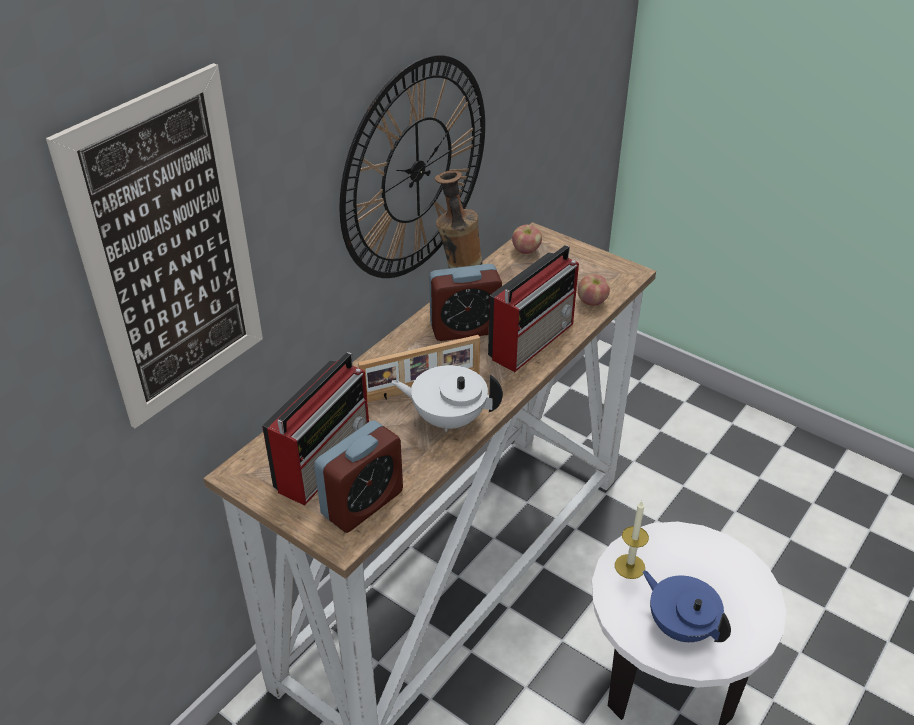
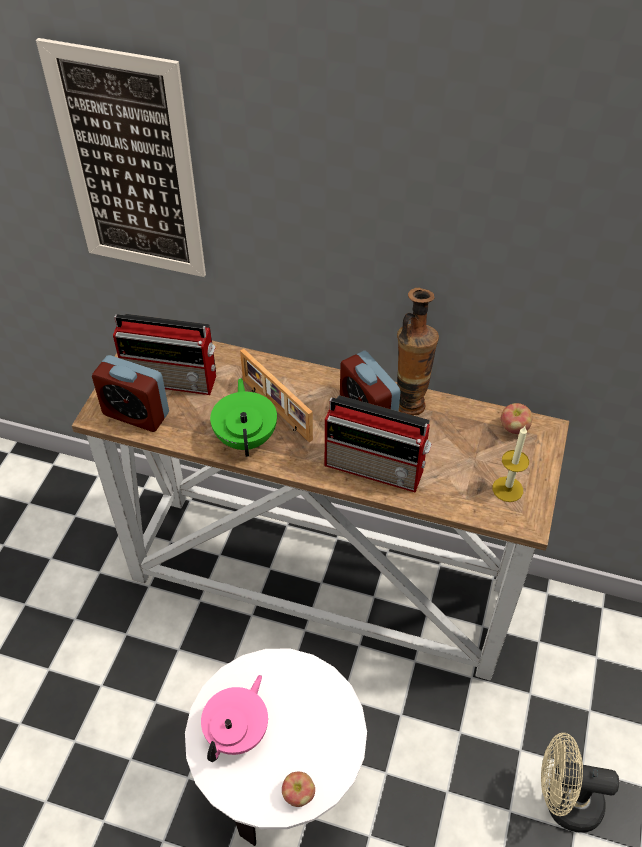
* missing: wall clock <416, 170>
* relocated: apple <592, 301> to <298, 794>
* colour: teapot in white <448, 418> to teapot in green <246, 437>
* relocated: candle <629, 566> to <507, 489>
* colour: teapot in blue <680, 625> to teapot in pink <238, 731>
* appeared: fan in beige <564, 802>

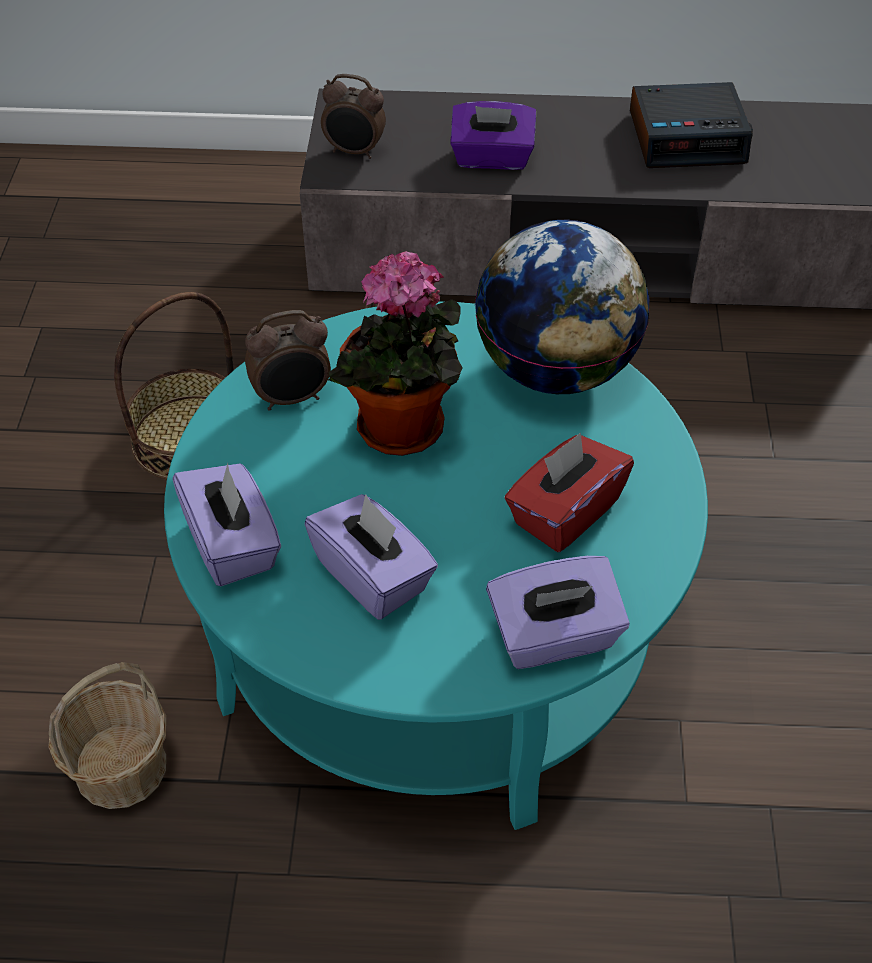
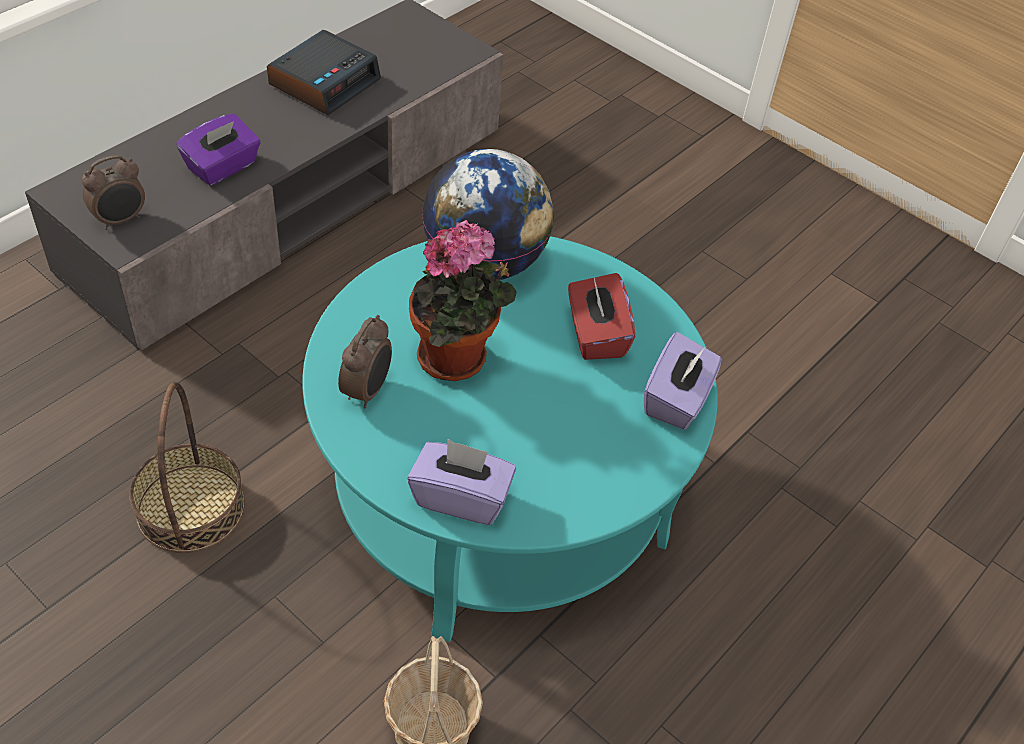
* missing: tissue box in purple <373, 576>

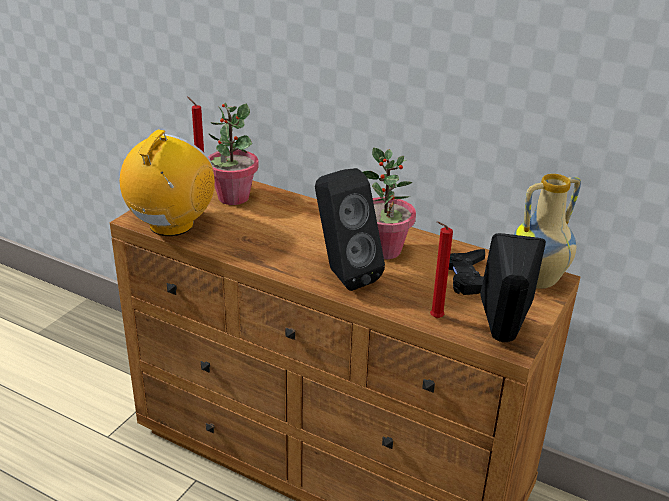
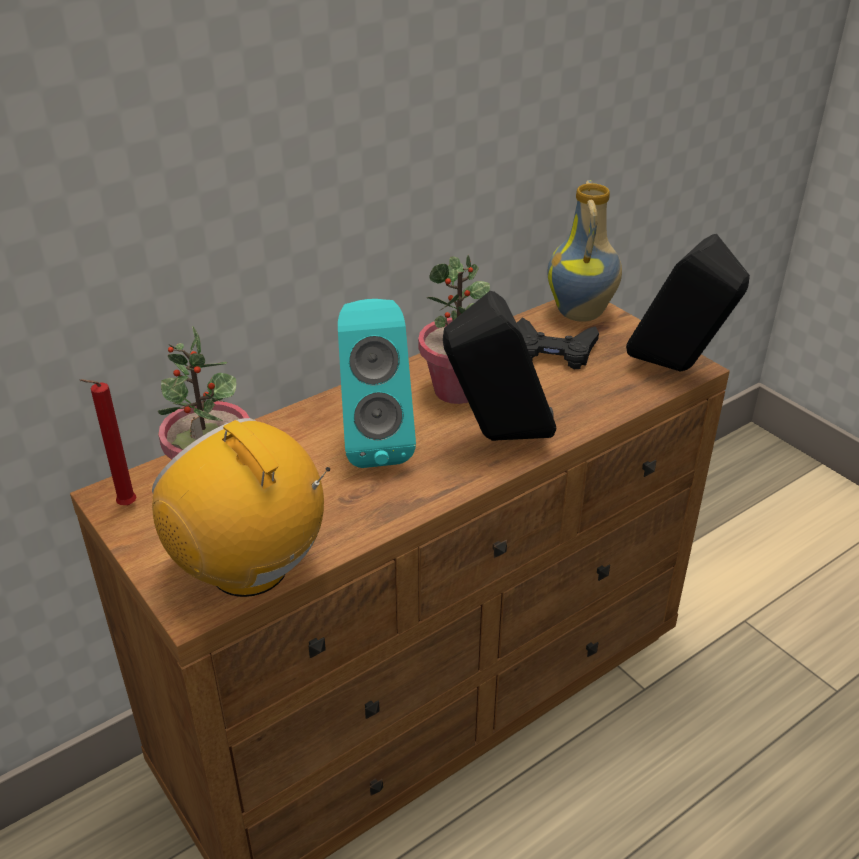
* missing: candle in red <434, 318>
* appeared: speaker in turquoise <375, 443>

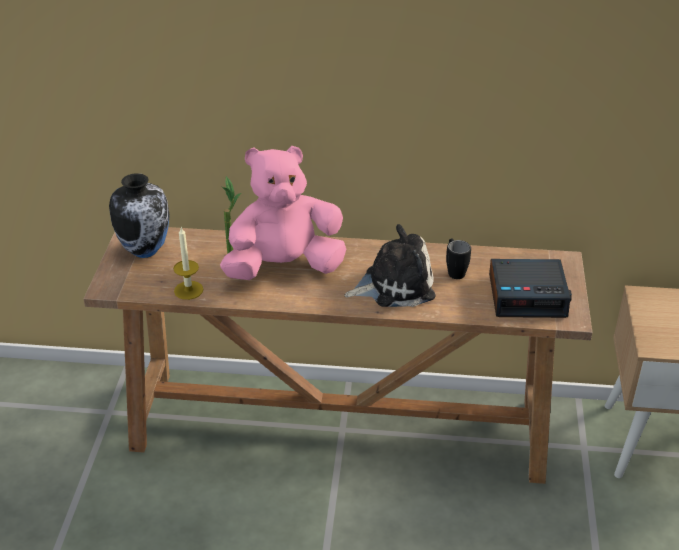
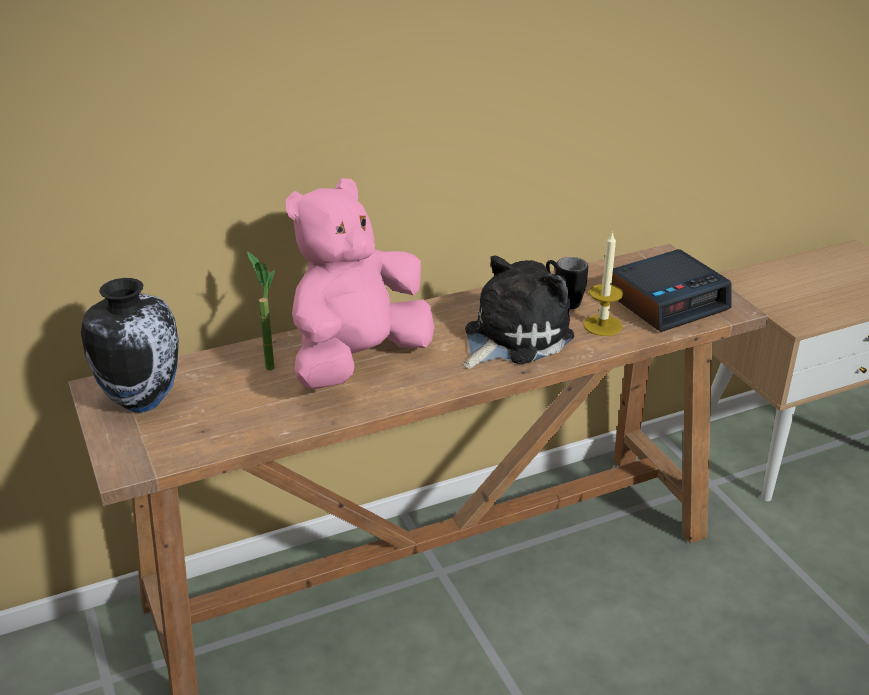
* relocated: candle <188, 290> to <602, 325>

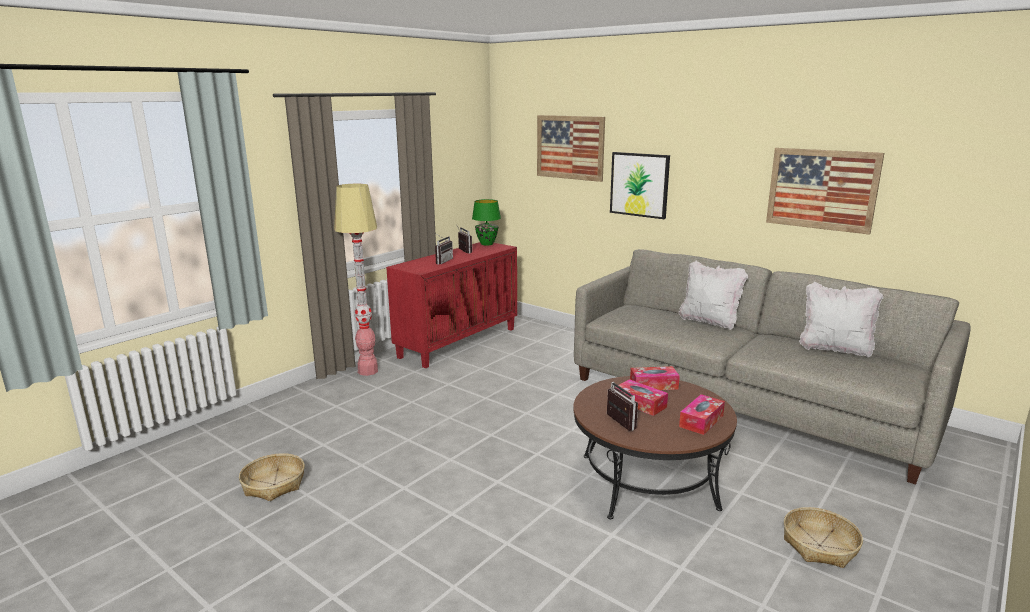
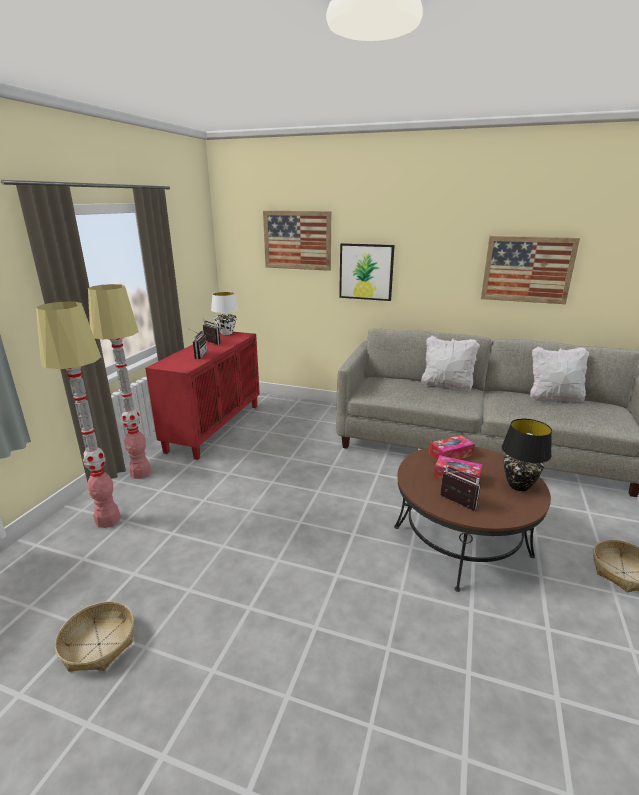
* colour: table lamp in green <486, 244> to table lamp in white <226, 333>
* exchanged: tissue box <701, 421> to table lamp in black <518, 486>
* appeared: floor lamp <108, 520>

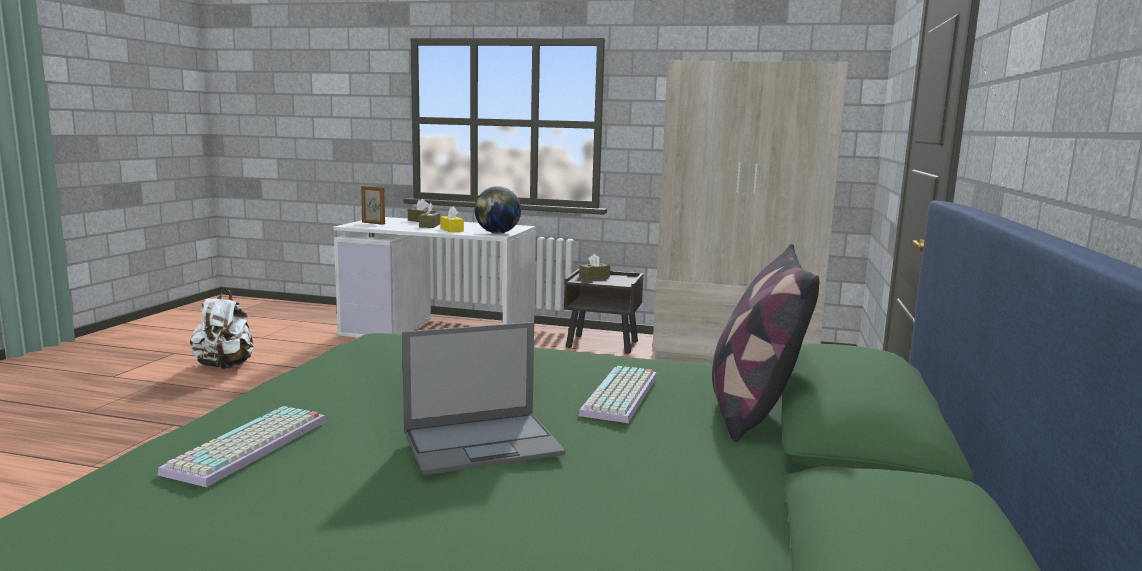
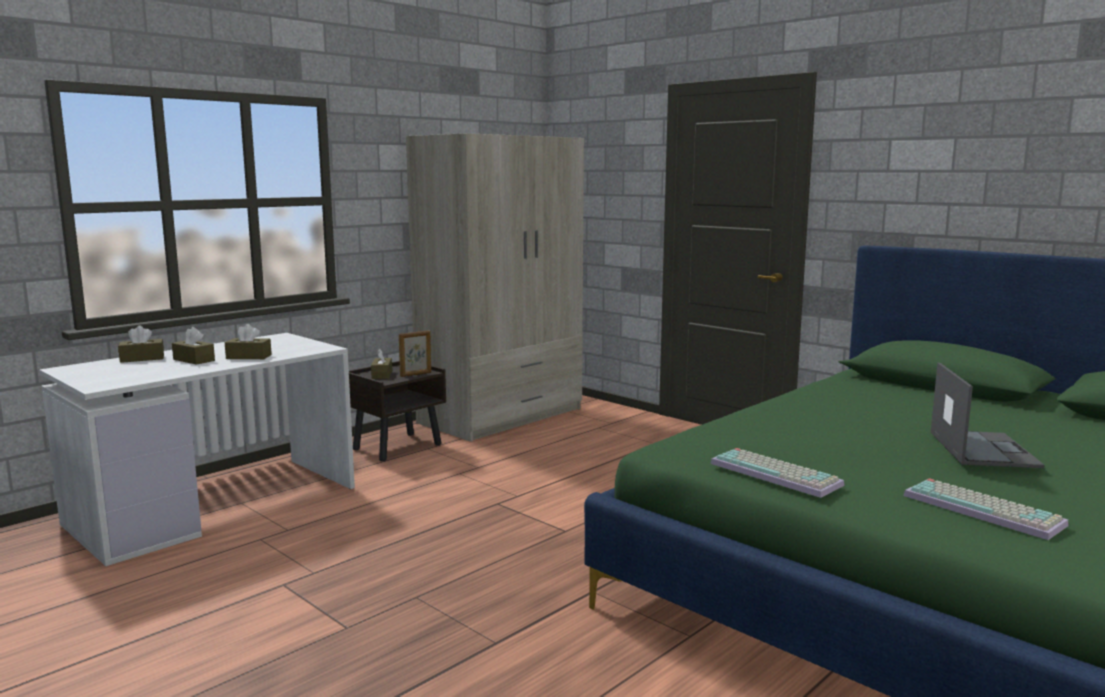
* relocated: picture frame <373, 223> to <416, 374>
* missing: globe <497, 233>
* colour: tissue box in yellow <451, 230> to tissue box in brown <249, 357>
* missing: pillow <752, 410>
* missing: backpack in white <225, 367>
* relocated: keyboard <622, 396> to <777, 474>

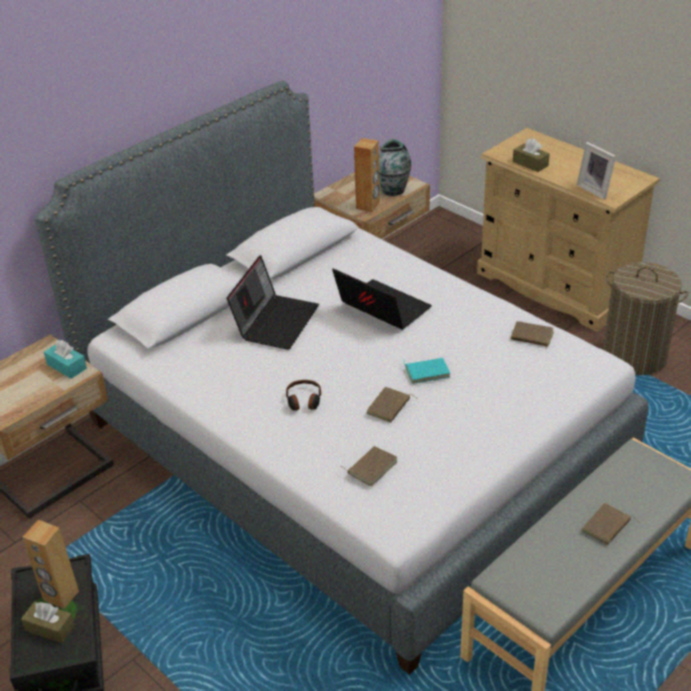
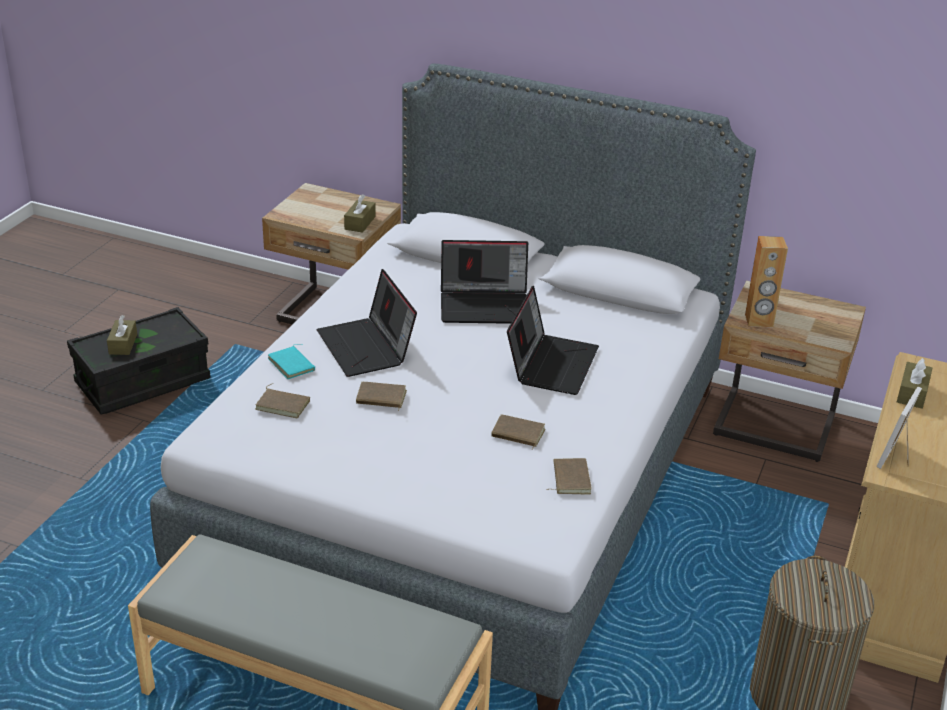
* missing: vase <393, 190>
* colour: tissue box in turquoise <66, 366> to tissue box in brown <360, 223>
* relocated: book in turquoise <427, 371> to <293, 364>
* exchanged: headphones <304, 401> to laptop <367, 348>
* relocated: book in brown <607, 526> to <517, 434>
* missing: speaker in brown <60, 596>

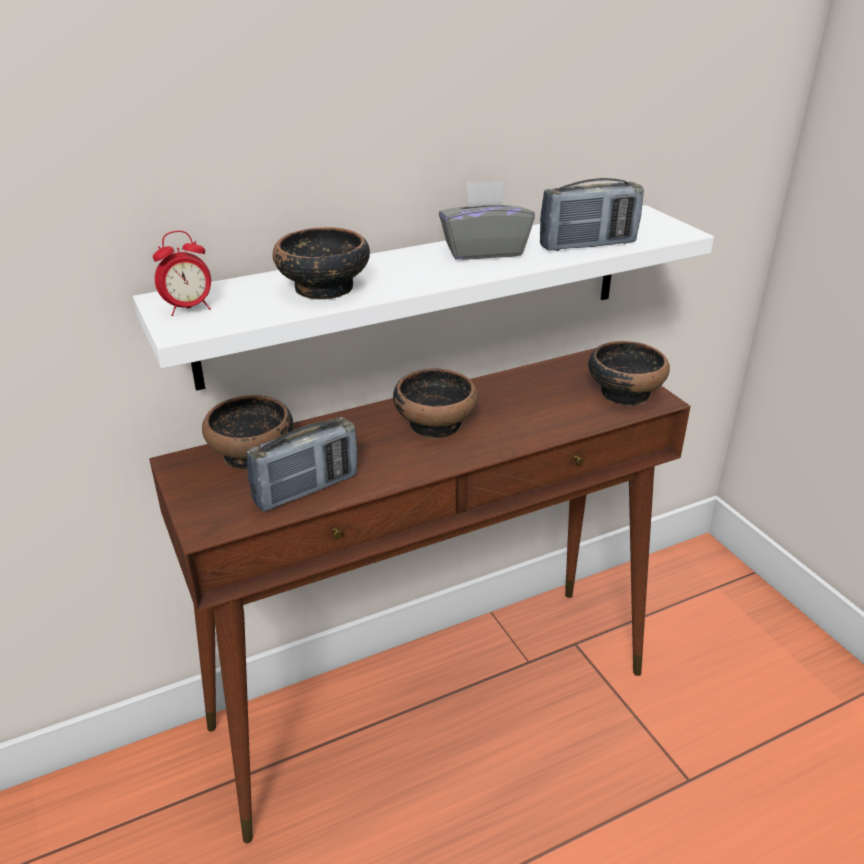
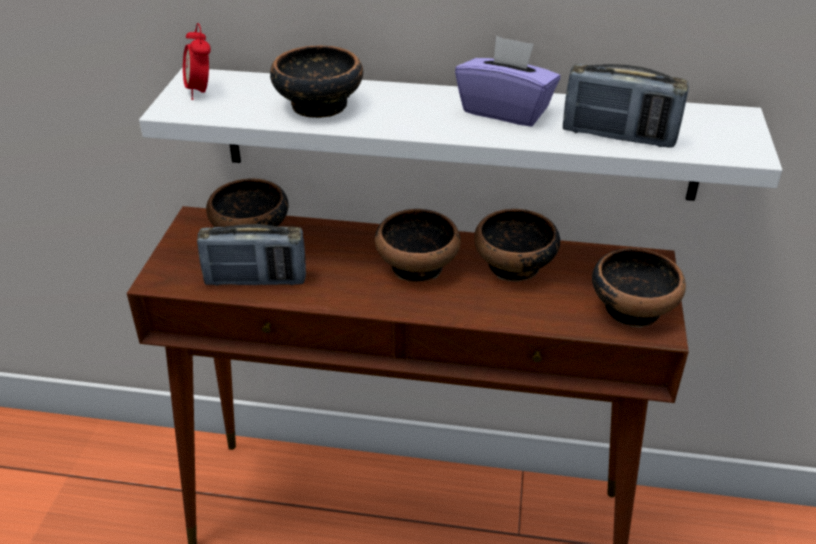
* colour: tissue box in grey <484, 251> to tissue box in purple <505, 111>
* spun: alarm clock <189, 309> = <200, 92> 60 degrees clockwise
* appeared: bowl <514, 266>

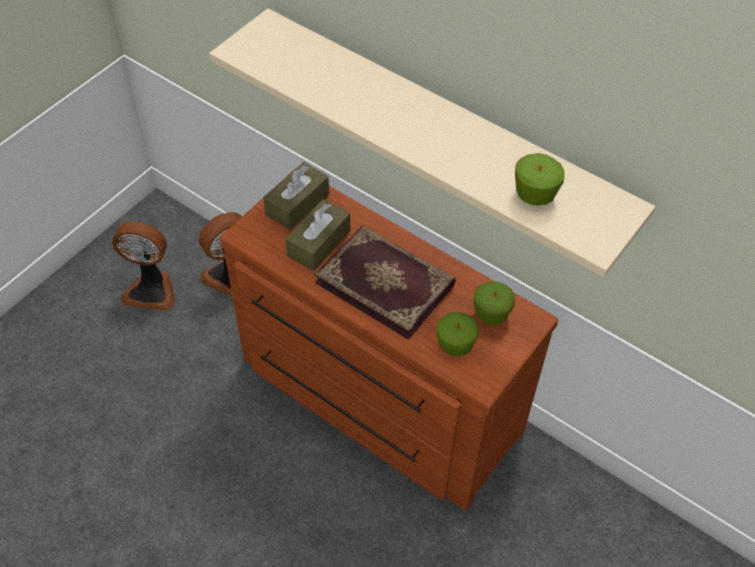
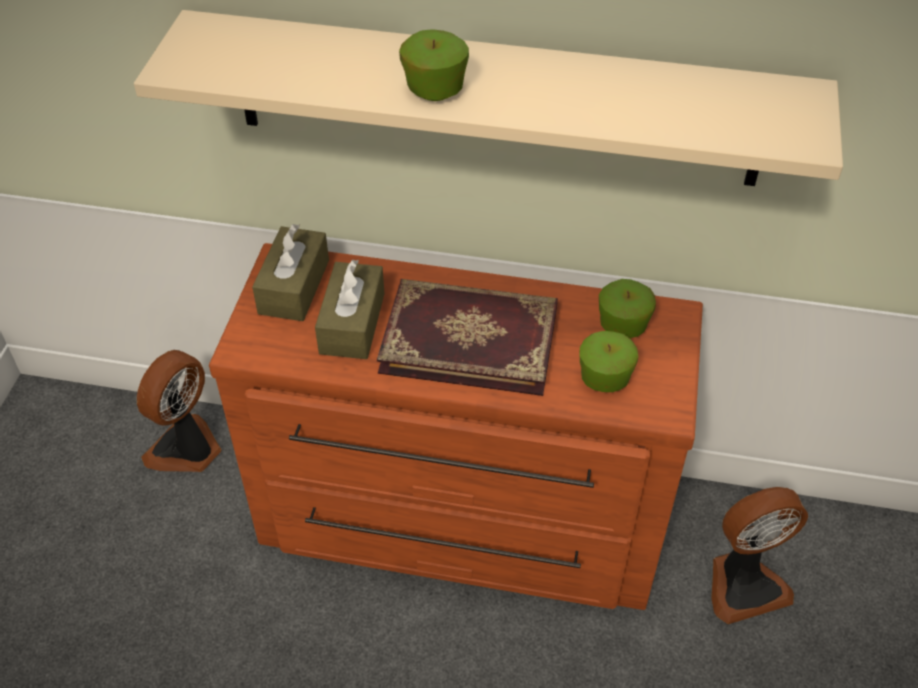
* relocated: apple <534, 194> to <434, 90>
* relocated: fan <151, 289> to <744, 584>

